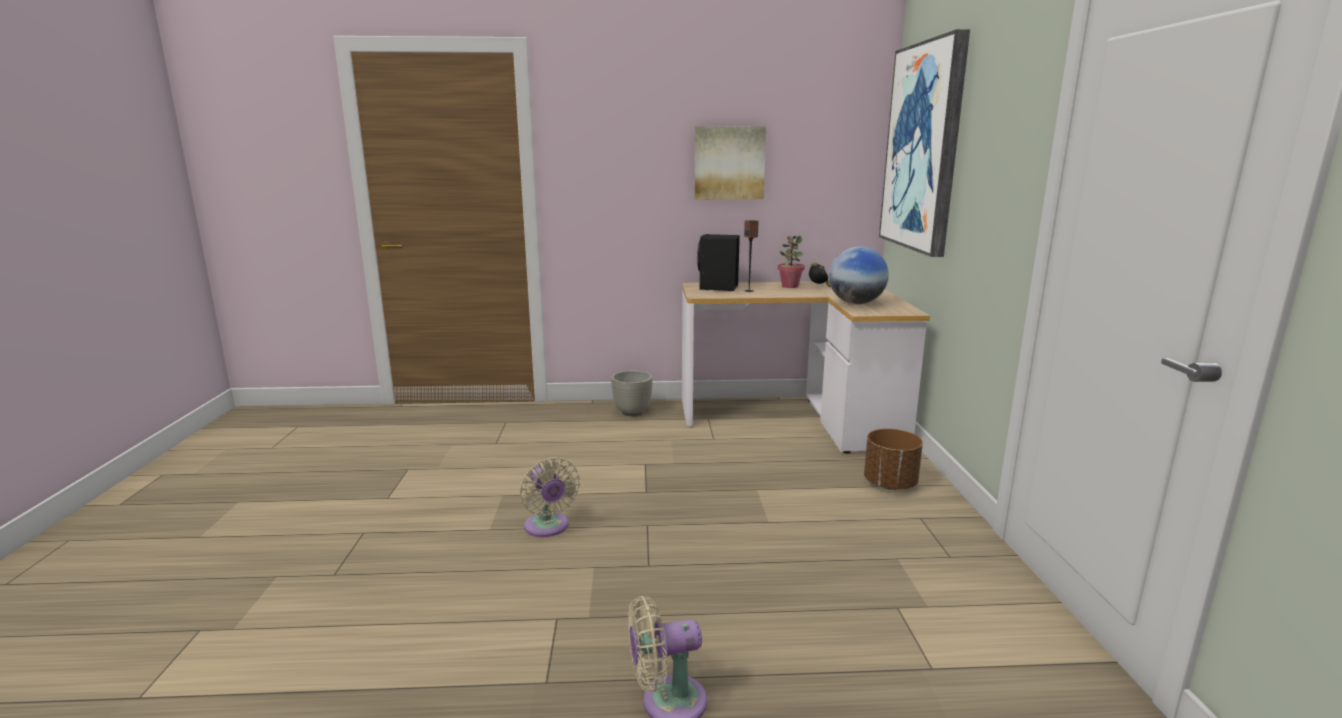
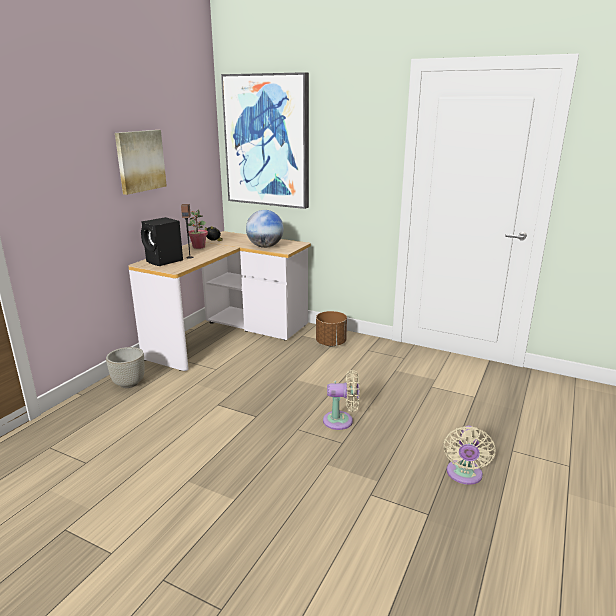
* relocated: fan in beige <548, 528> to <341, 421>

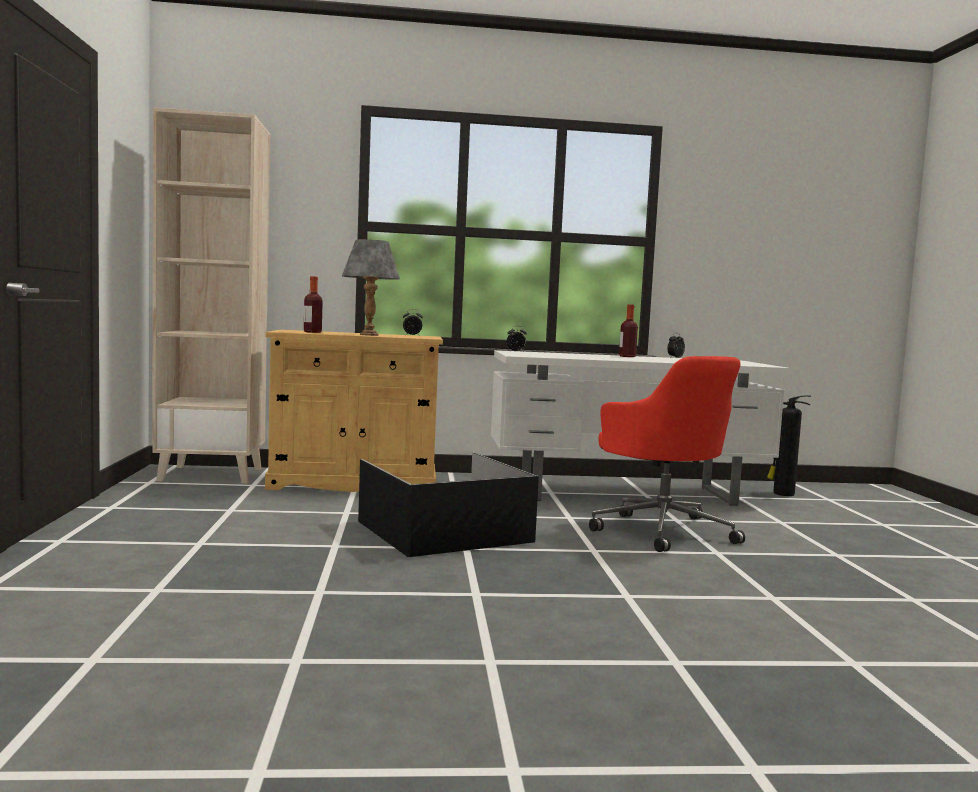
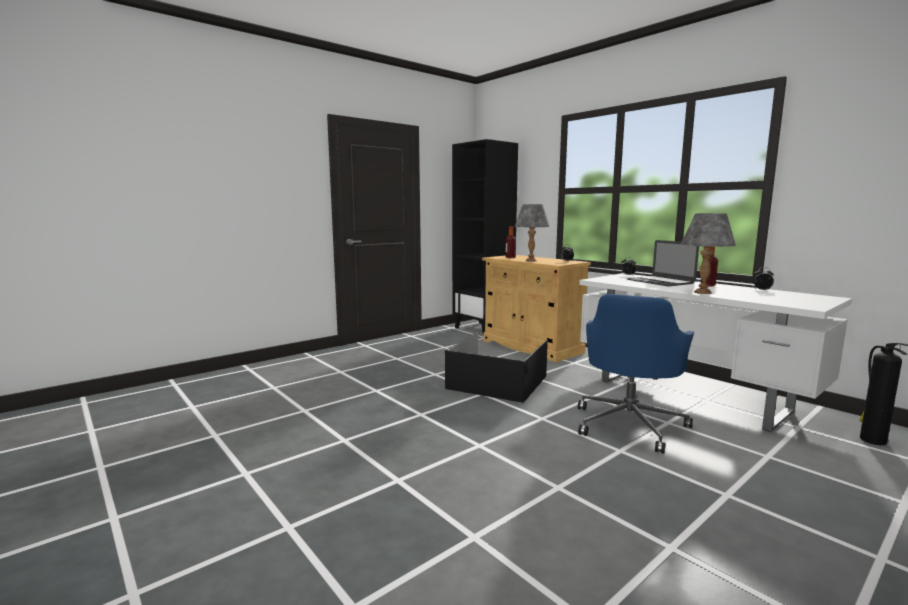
* colour: bookcase in beige <212, 474> to bookcase in black <483, 329>
* colour: office chair in red <662, 530> to office chair in blue <629, 424>
* appeared: table lamp in grey <702, 292>
* appeared: laptop <660, 281>

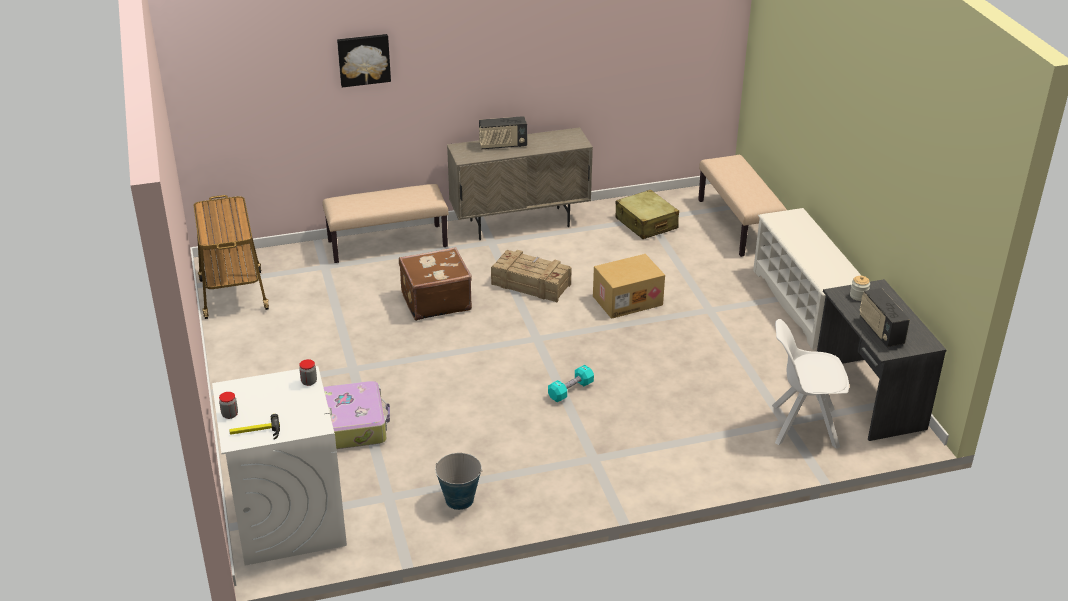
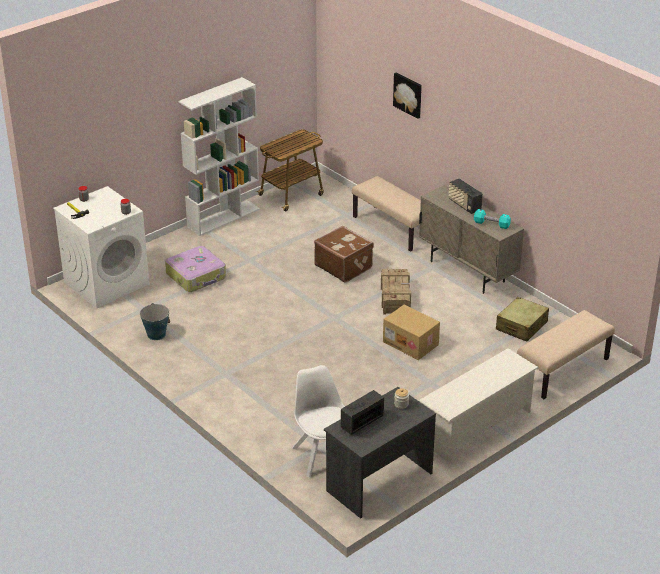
* relocated: dumbbell in turquoise <570, 390> to <491, 224>
* appeared: bookcase in white <224, 218>

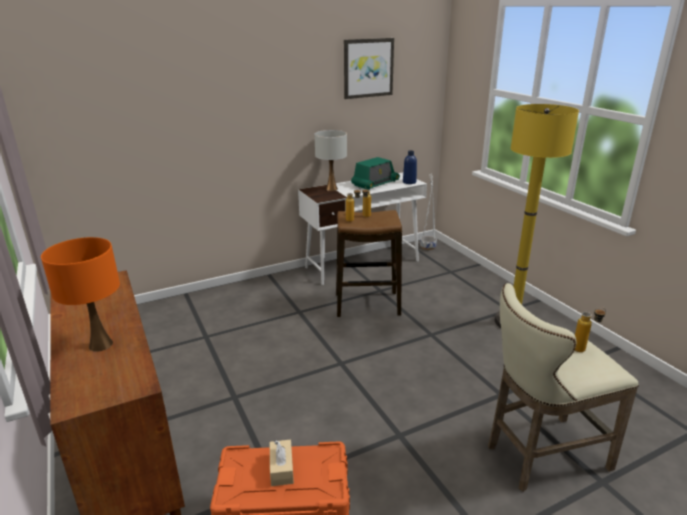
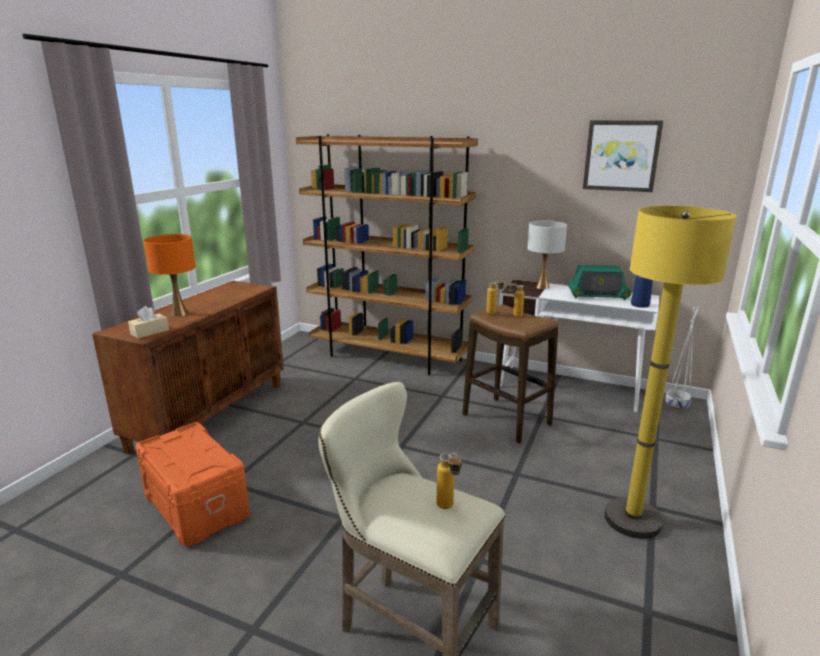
* relocated: tissue box in beige <281, 468> to <150, 332>
* appeared: bookcase in brown <388, 357>

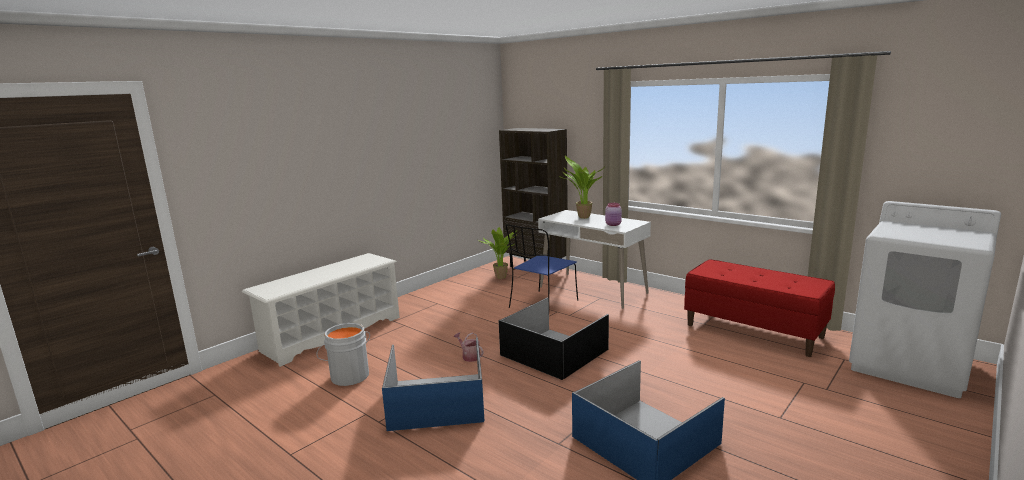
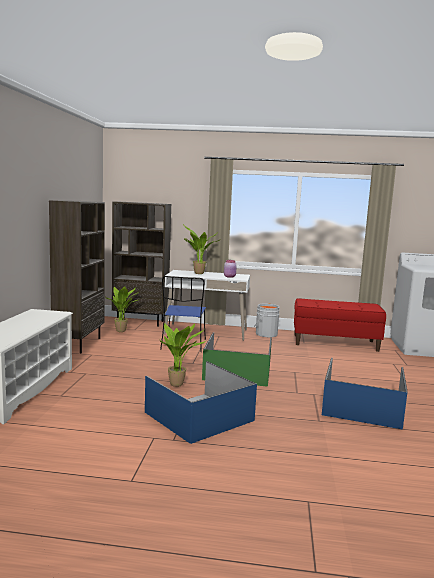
* colour: storage box in black <555, 353> to storage box in green <238, 372>
* relocated: bucket in grey <349, 375> to <265, 334>
* exchanged: watering can <469, 356> to potted plant <178, 385>
* appeared: bookcase in brown <79, 344>

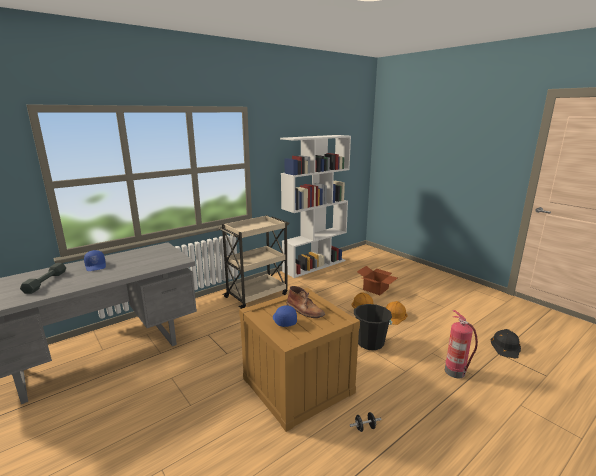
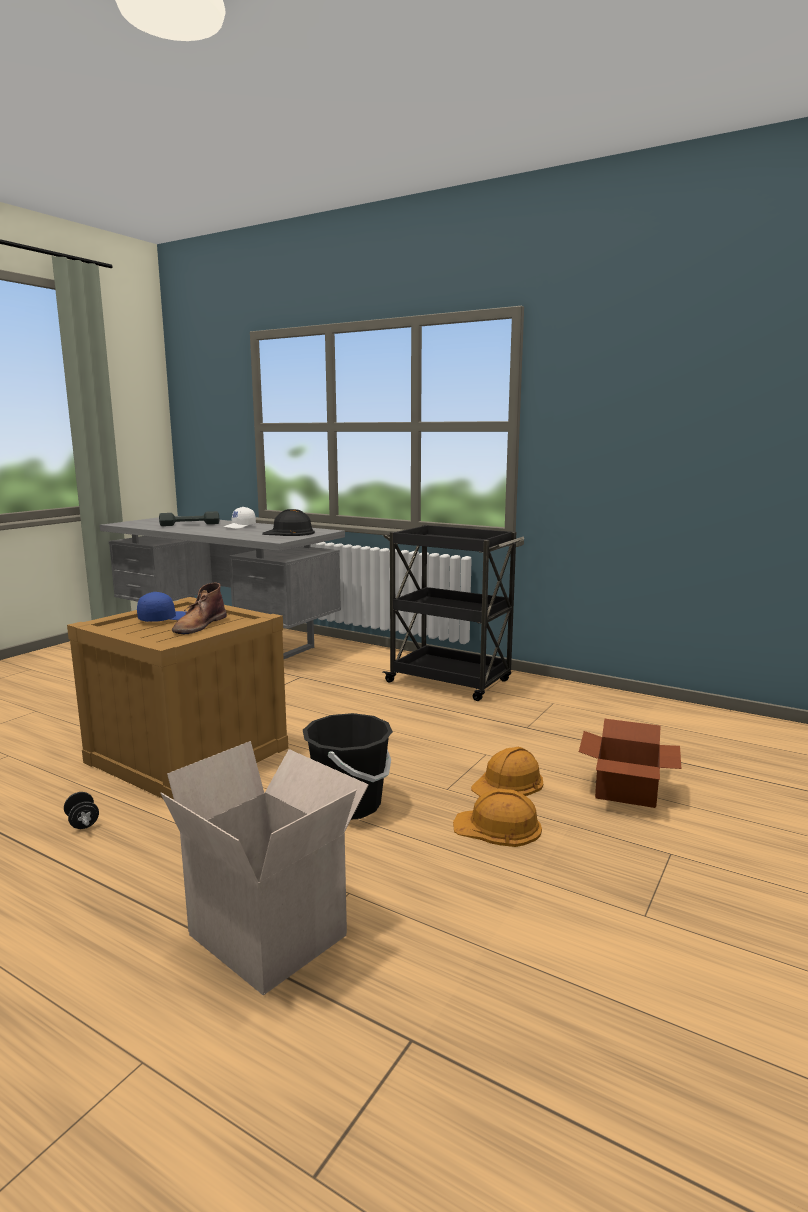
* missing: bookcase in white <314, 265>
* colour: cart in beige <257, 295> to cart in black <451, 682>
* colour: cap in blue <96, 266> to cap in white <240, 526>
* exchanged: fire extinguisher <456, 372> to cardboard box <273, 933>
* relocated: hard hat in black <506, 346> to <289, 533>

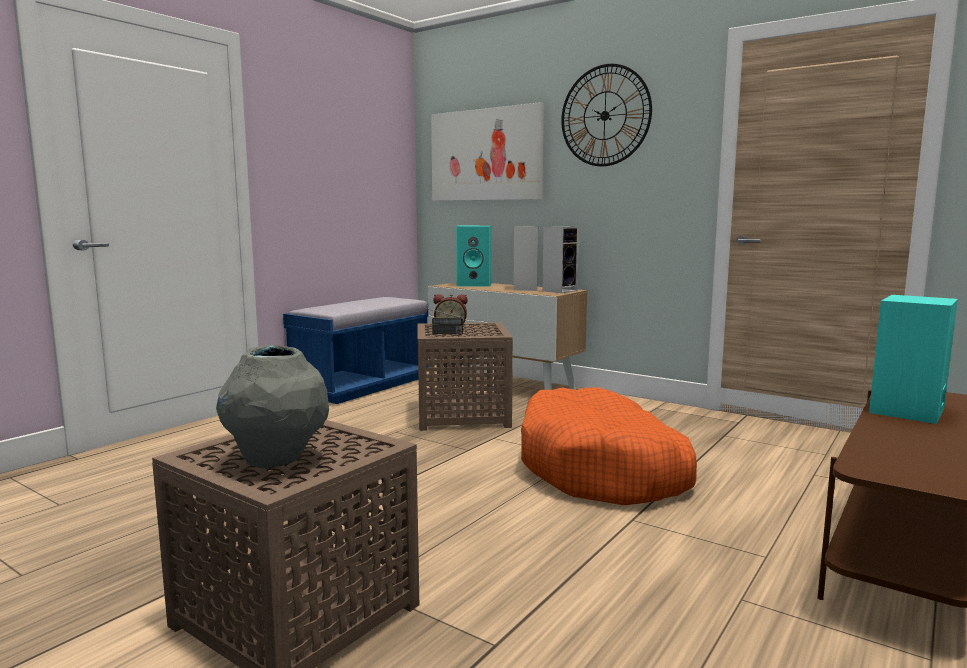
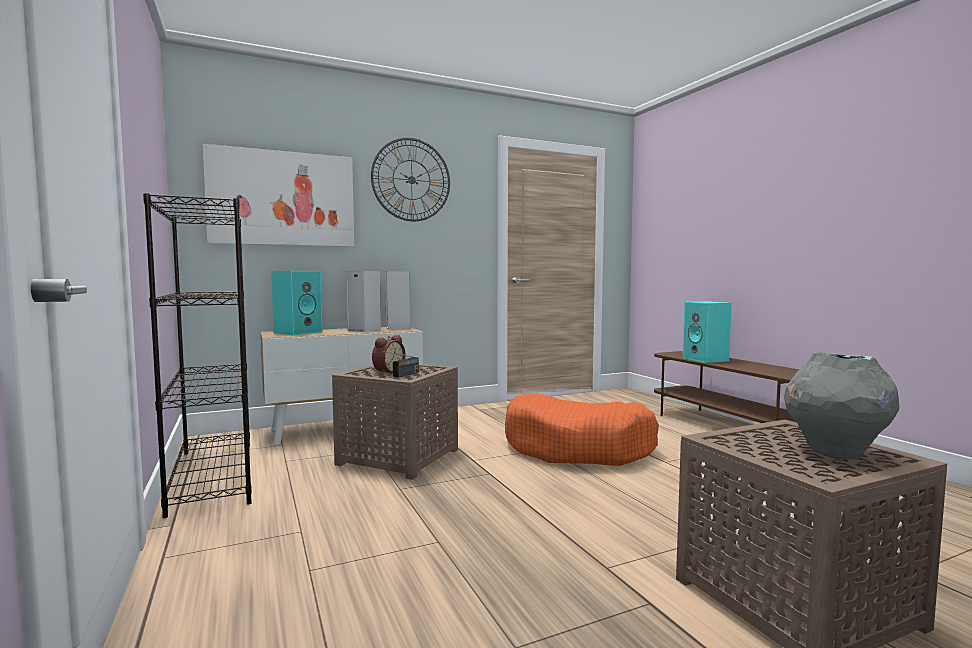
* exchanged: bench in blue <362, 386> to bookcase in black <213, 475>

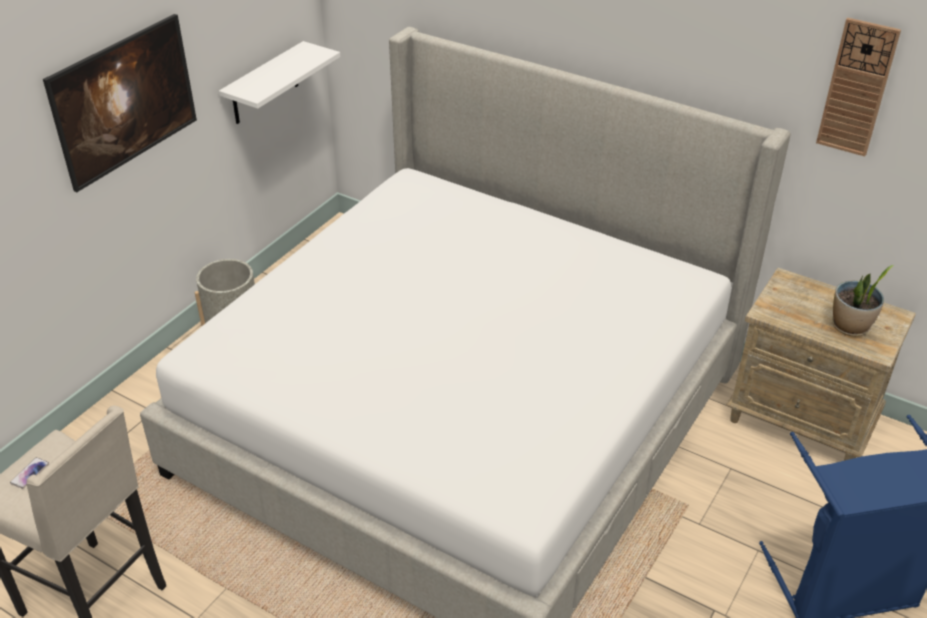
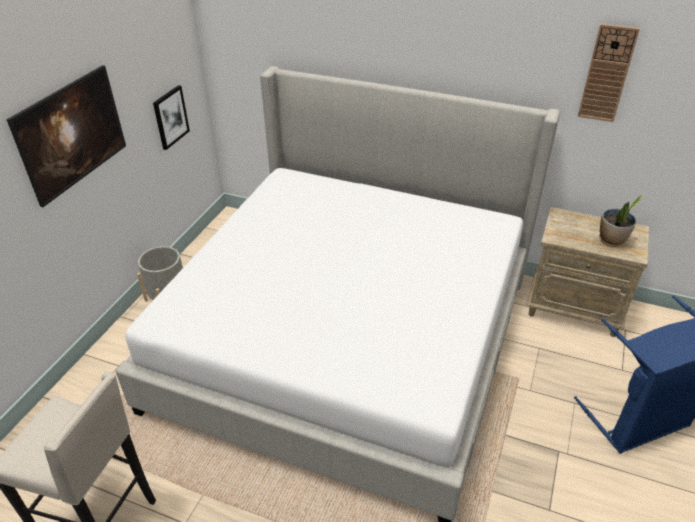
* exchanged: shelf in white <265, 84> to picture <170, 117>
* missing: phone <29, 473>

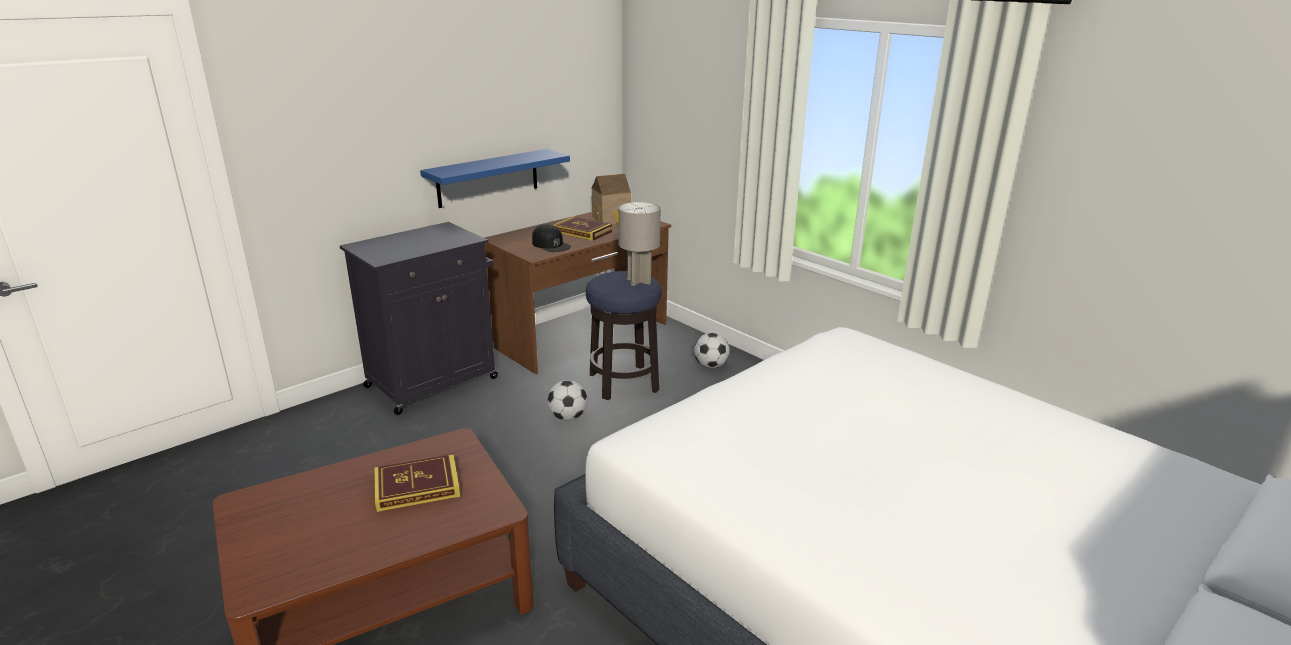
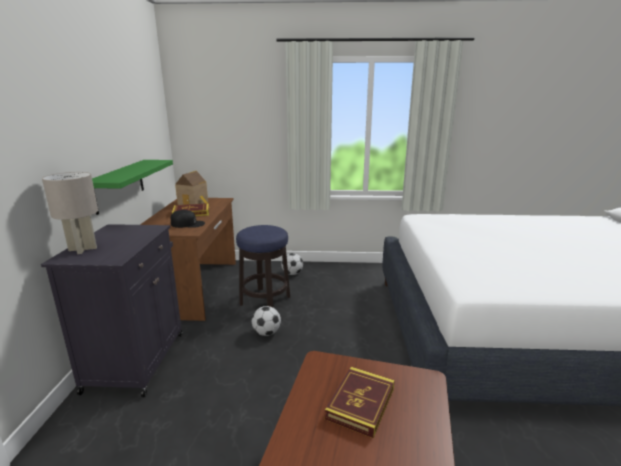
* colour: shelf in blue <488, 178> to shelf in green <119, 185>
* relocated: table lamp in grey <638, 281> to <82, 249>

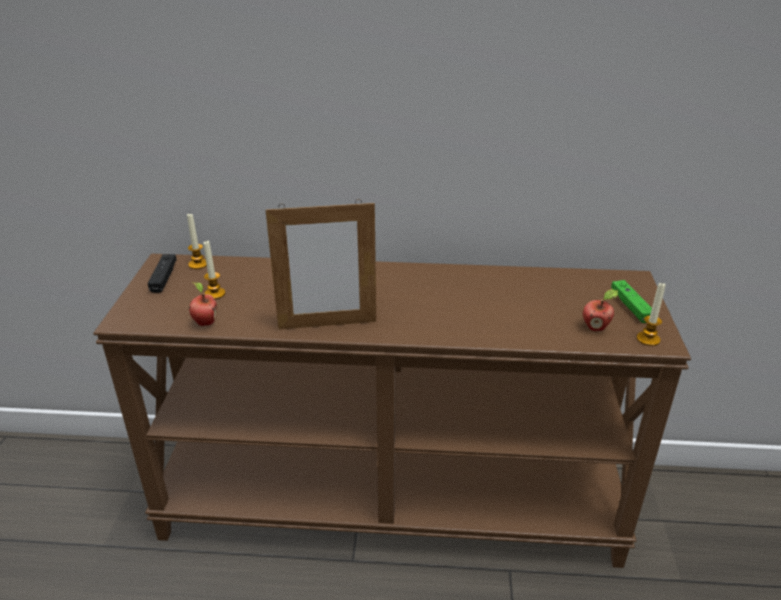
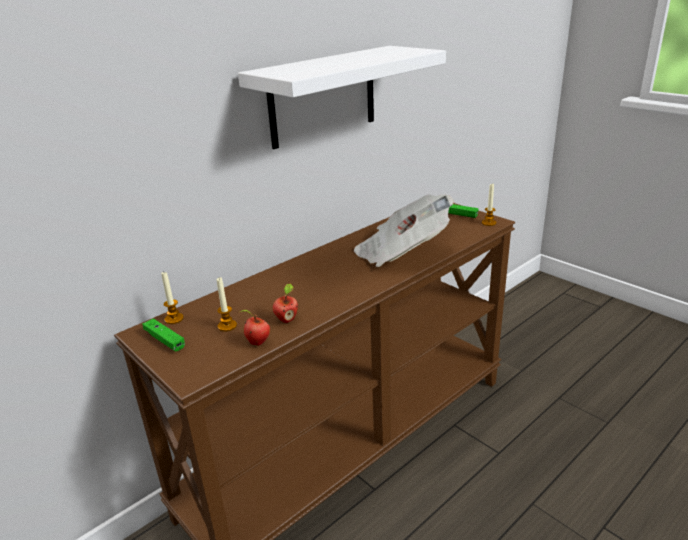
* missing: picture frame <327, 325>
* colour: game controller in black <164, 278> to game controller in green <164, 340>
* relocated: apple <596, 327> to <286, 319>
* appeared: shelf in white <323, 96>
* appeared: newspaper <402, 253>

